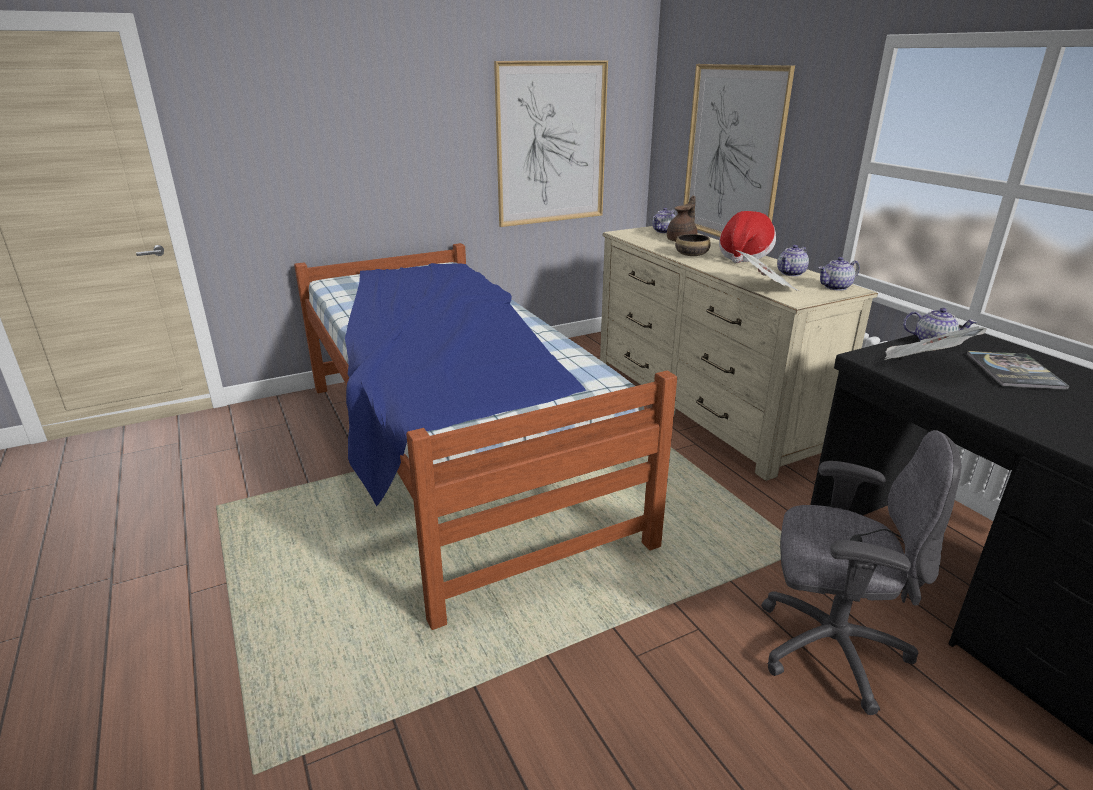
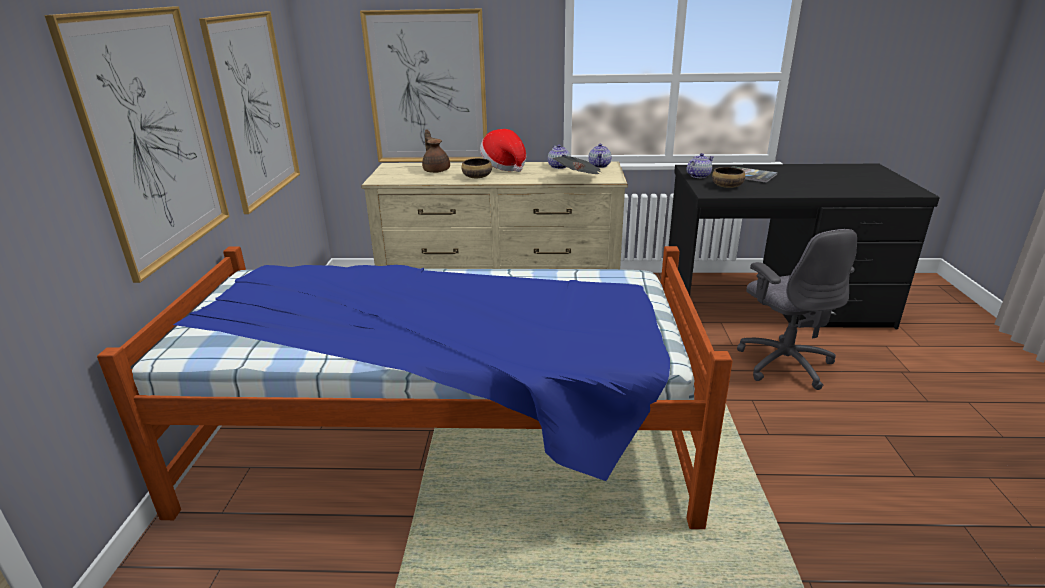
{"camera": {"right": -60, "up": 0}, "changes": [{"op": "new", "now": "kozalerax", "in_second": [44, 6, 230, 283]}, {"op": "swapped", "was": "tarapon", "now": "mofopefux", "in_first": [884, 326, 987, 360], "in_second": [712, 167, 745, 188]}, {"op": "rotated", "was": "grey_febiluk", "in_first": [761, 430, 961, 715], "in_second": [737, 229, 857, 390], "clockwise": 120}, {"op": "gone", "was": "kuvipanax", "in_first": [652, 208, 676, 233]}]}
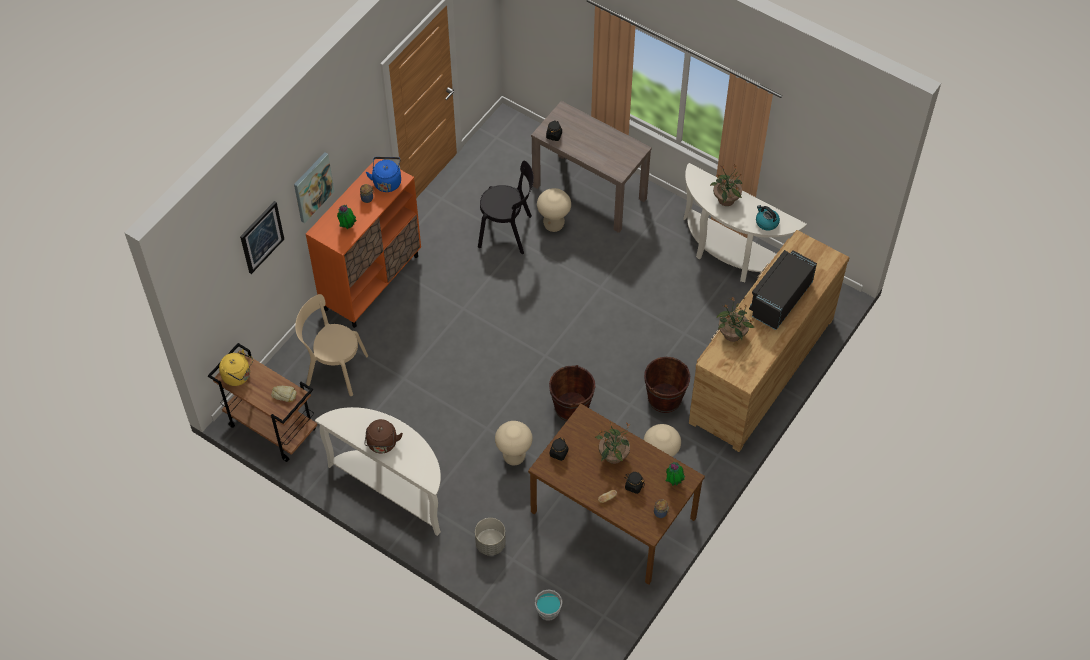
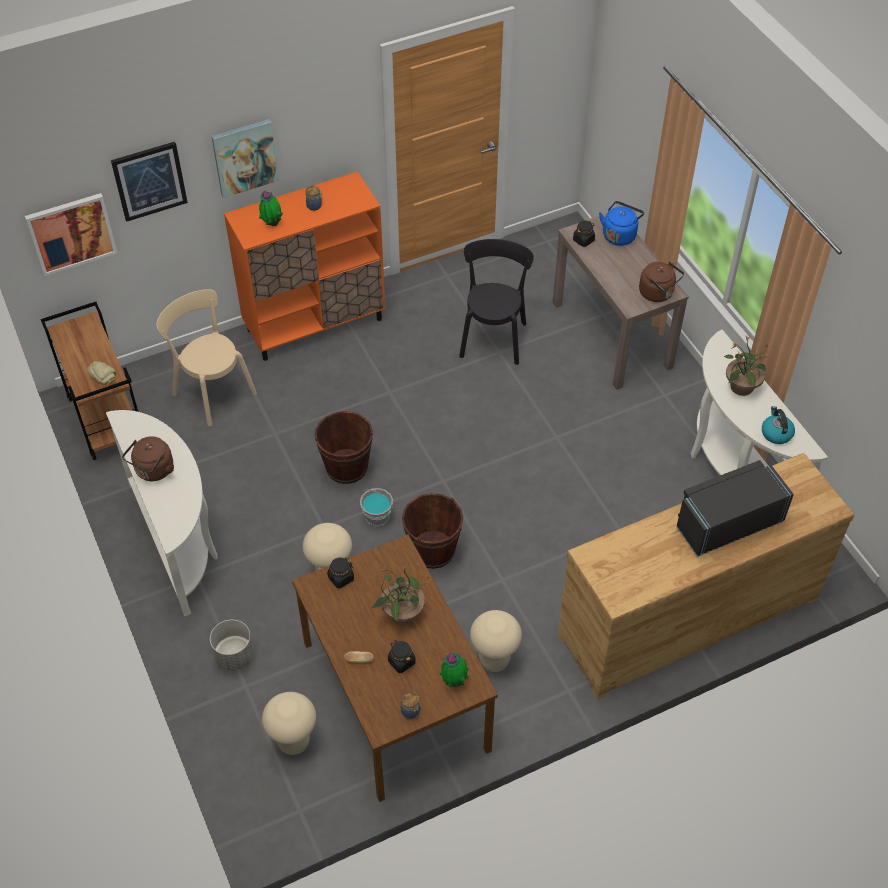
{"camera": {"right": 30, "up": -5}, "changes": [{"op": "new", "now": "kozalerax", "in_second": [25, 193, 117, 276]}, {"op": "shifted", "was": "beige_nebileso", "in_first": [537, 188, 571, 232], "in_second": [262, 692, 316, 755]}, {"op": "shifted", "was": "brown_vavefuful", "in_first": [644, 357, 690, 413], "in_second": [315, 411, 373, 484]}, {"op": "shifted", "was": "grey_vavefuful", "in_first": [534, 590, 563, 621], "in_second": [360, 488, 393, 527]}, {"op": "rotated", "was": "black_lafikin", "in_first": [478, 161, 534, 254], "in_second": [459, 239, 534, 365], "clockwise": -120}, {"op": "shifted", "was": "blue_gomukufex", "in_first": [366, 157, 401, 192], "in_second": [599, 201, 644, 246]}, {"op": "new", "now": "brown_gomukufex", "in_second": [639, 262, 684, 302]}, {"op": "gone", "was": "yellow_gomukufex", "in_first": [219, 349, 253, 386]}, {"op": "gone", "was": "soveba", "in_first": [717, 298, 755, 342]}]}
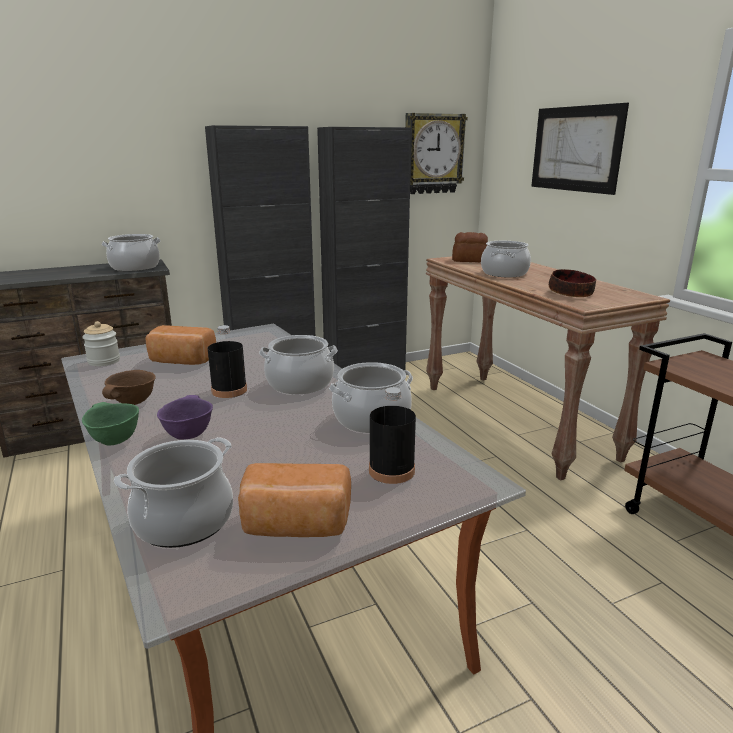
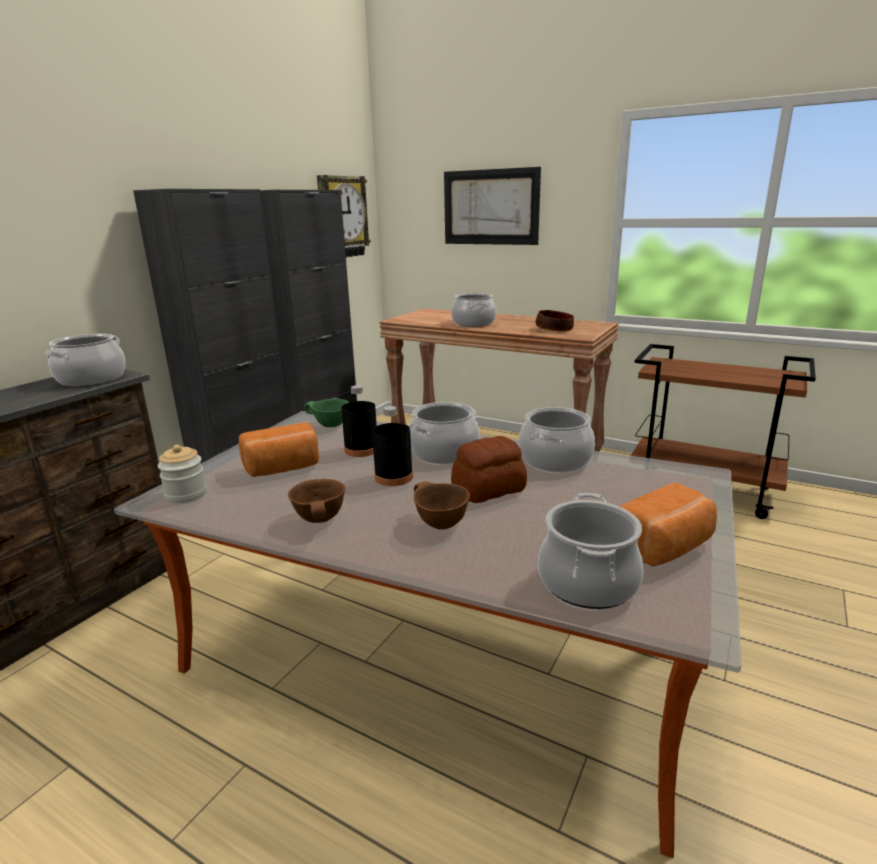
{"camera": {"right": -35, "up": 0}, "changes": [{"op": "shifted", "was": "green_mofopefux", "in_first": [82, 402, 139, 446], "in_second": [304, 399, 349, 427]}, {"op": "shifted", "was": "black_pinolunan", "in_first": [369, 387, 416, 484], "in_second": [341, 385, 377, 457]}, {"op": "repainted", "was": "purple_mofopefux", "now": "brown_mofopefux", "in_first": [157, 395, 213, 440], "in_second": [414, 482, 470, 530]}, {"op": "shifted", "was": "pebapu", "in_first": [452, 232, 488, 262], "in_second": [451, 436, 527, 503]}]}
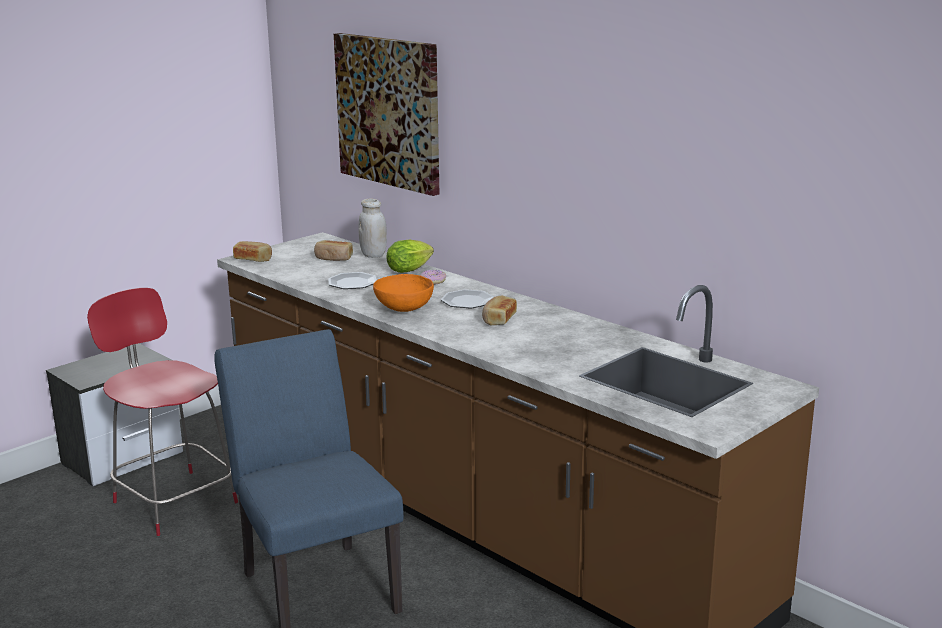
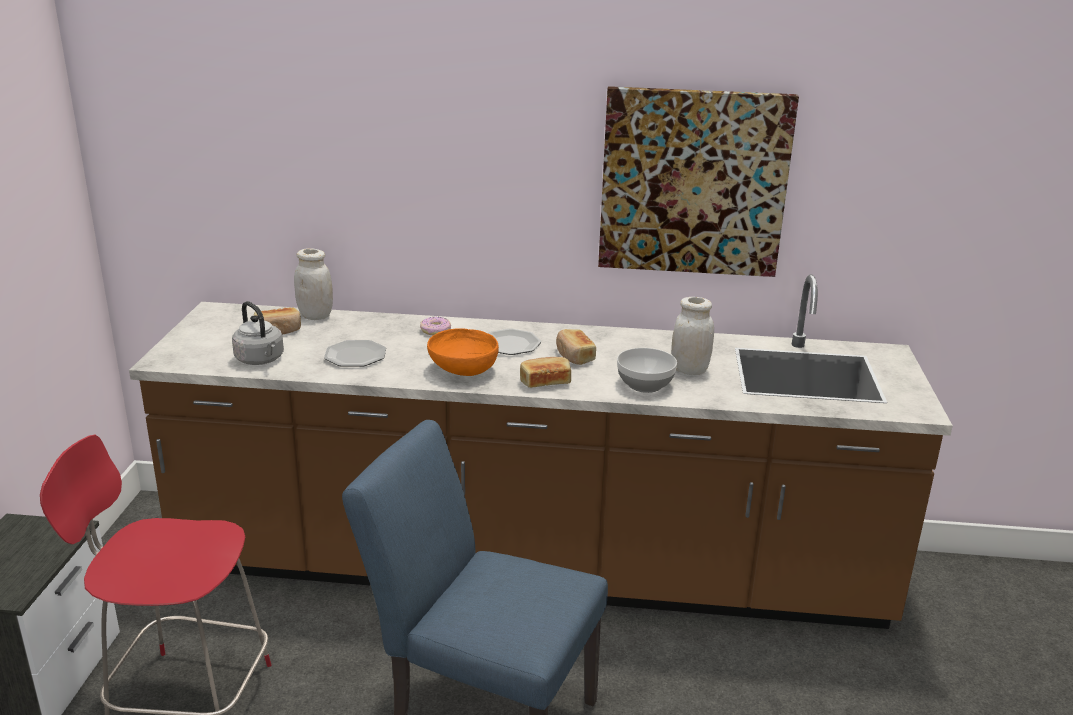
{"camera": {"right": -40, "up": 5}, "changes": [{"op": "new", "now": "grey_gomukufex", "in_second": [232, 301, 284, 365]}, {"op": "shifted", "was": "pebapu", "in_first": [233, 241, 272, 262], "in_second": [520, 357, 571, 388]}, {"op": "shifted", "was": "kozalerax", "in_first": [334, 33, 440, 196], "in_second": [598, 86, 799, 277]}, {"op": "new", "now": "mofopefux", "in_second": [617, 348, 677, 393]}, {"op": "new", "now": "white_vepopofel", "in_second": [671, 297, 714, 375]}, {"op": "gone", "was": "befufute", "in_first": [386, 240, 434, 273]}]}
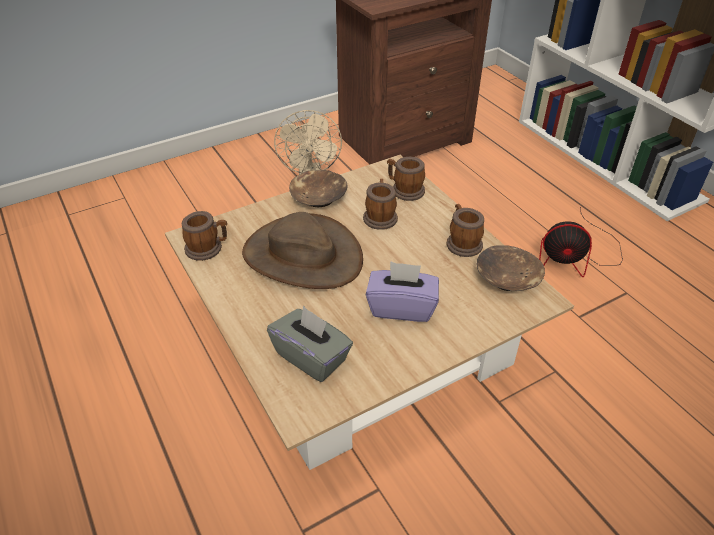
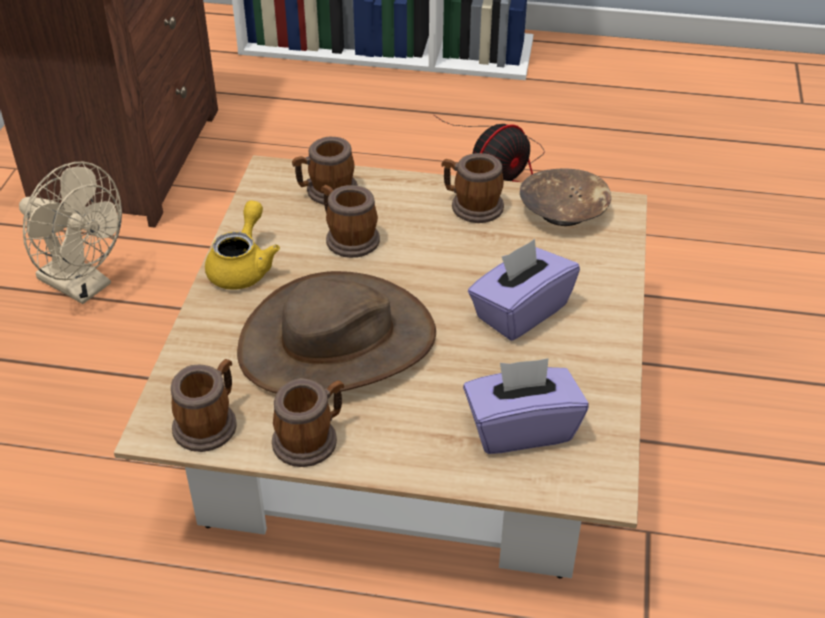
{"camera": {"right": -50, "up": 0}, "changes": [{"op": "swapped", "was": "brown_mofopefux", "now": "yellow_kuvipanax", "in_first": [289, 170, 348, 207], "in_second": [205, 200, 280, 290]}, {"op": "new", "now": "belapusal", "in_second": [272, 378, 344, 467]}, {"op": "repainted", "was": "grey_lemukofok", "now": "purple_lemukofok", "in_first": [267, 306, 353, 382], "in_second": [463, 358, 588, 454]}]}
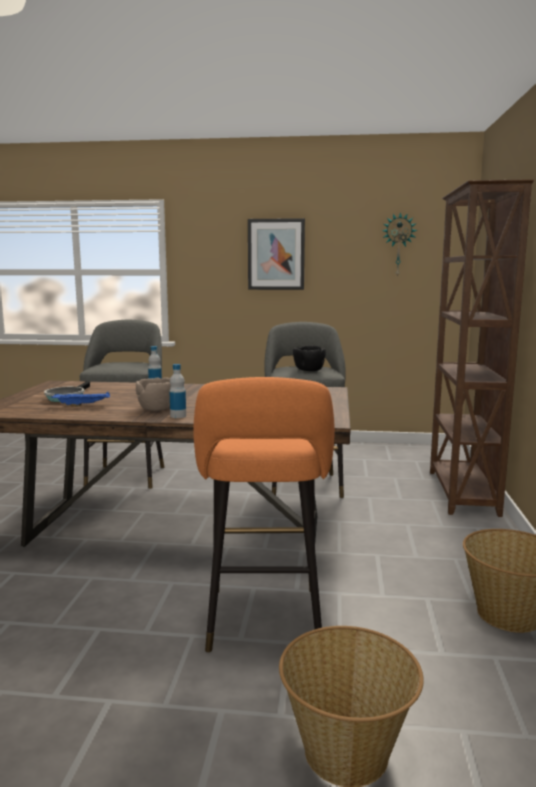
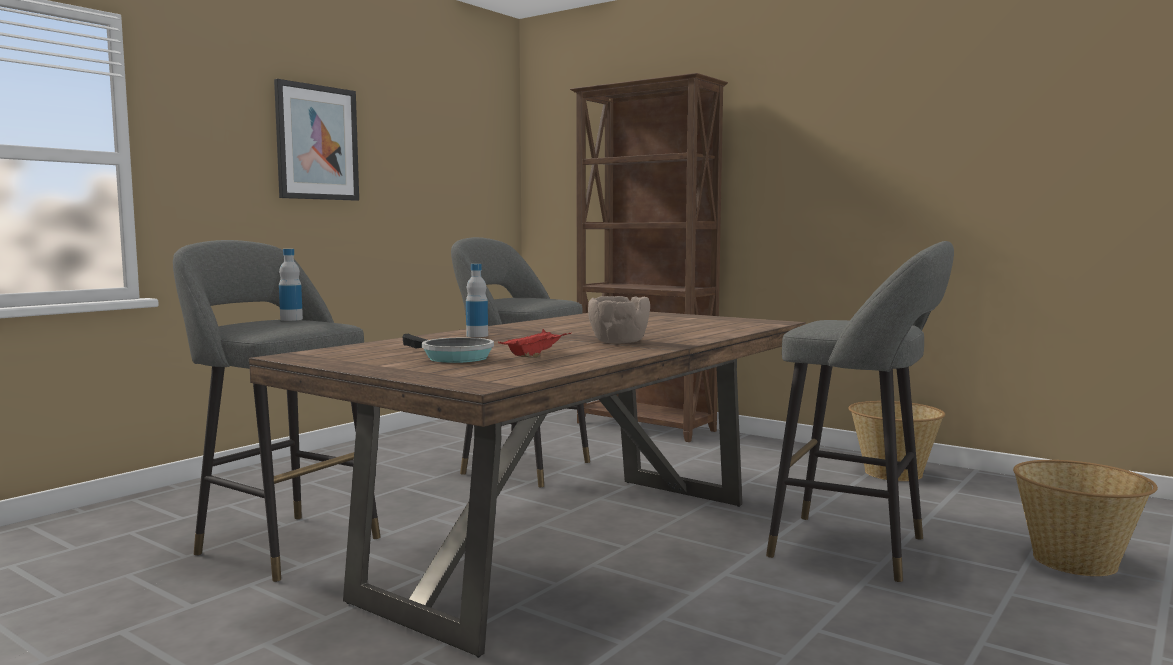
{"camera": {"right": -60, "up": -5}, "changes": [{"op": "shifted", "was": "pinolunan", "in_first": [169, 364, 186, 418], "in_second": [279, 249, 303, 321]}, {"op": "repainted", "was": "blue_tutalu", "now": "red_tutalu", "in_first": [51, 392, 110, 407], "in_second": [498, 329, 571, 358]}, {"op": "repainted", "was": "orange_nebileso", "now": "grey_nebileso", "in_first": [193, 377, 335, 652], "in_second": [766, 241, 954, 582]}, {"op": "gone", "was": "black_mofopefux", "in_first": [293, 345, 326, 371]}, {"op": "gone", "was": "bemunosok", "in_first": [382, 212, 418, 278]}]}
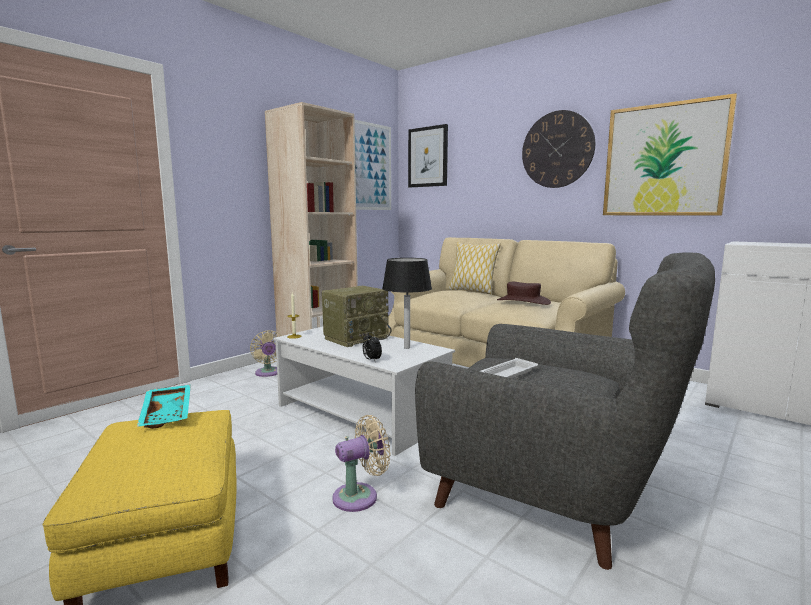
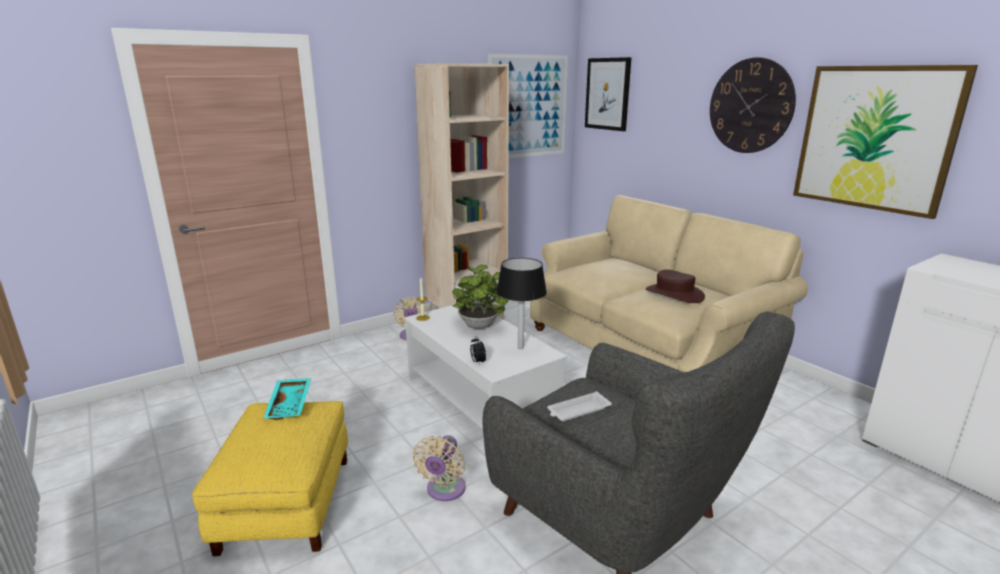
{"camera": {"right": 15, "up": 10}, "changes": [{"op": "rotated", "was": "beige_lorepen", "in_first": [332, 415, 391, 512], "in_second": [412, 435, 466, 501], "clockwise": 120}, {"op": "swapped", "was": "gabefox", "now": "soveba", "in_first": [322, 286, 392, 347], "in_second": [452, 265, 509, 329]}, {"op": "gone", "was": "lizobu", "in_first": [448, 242, 501, 294]}]}
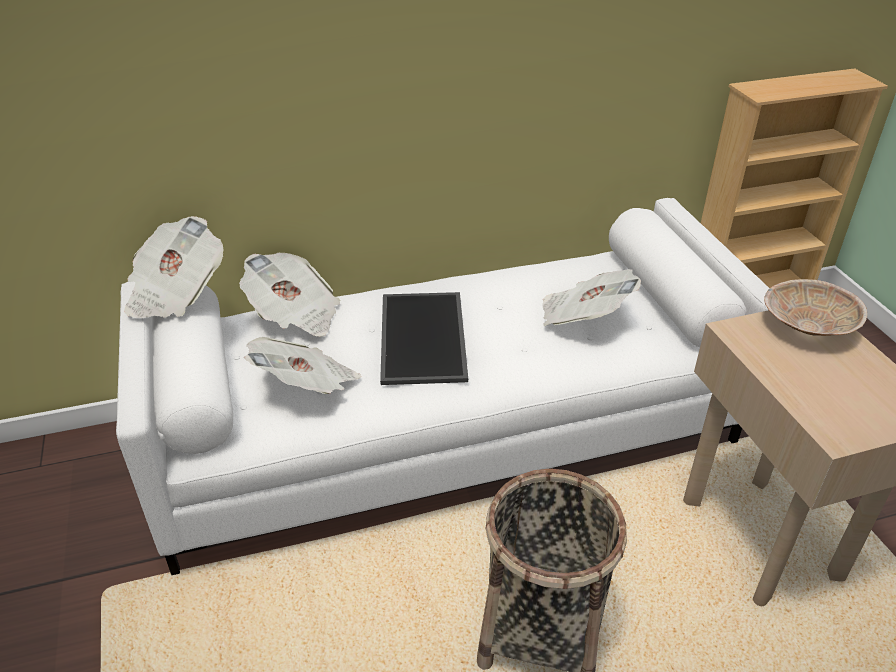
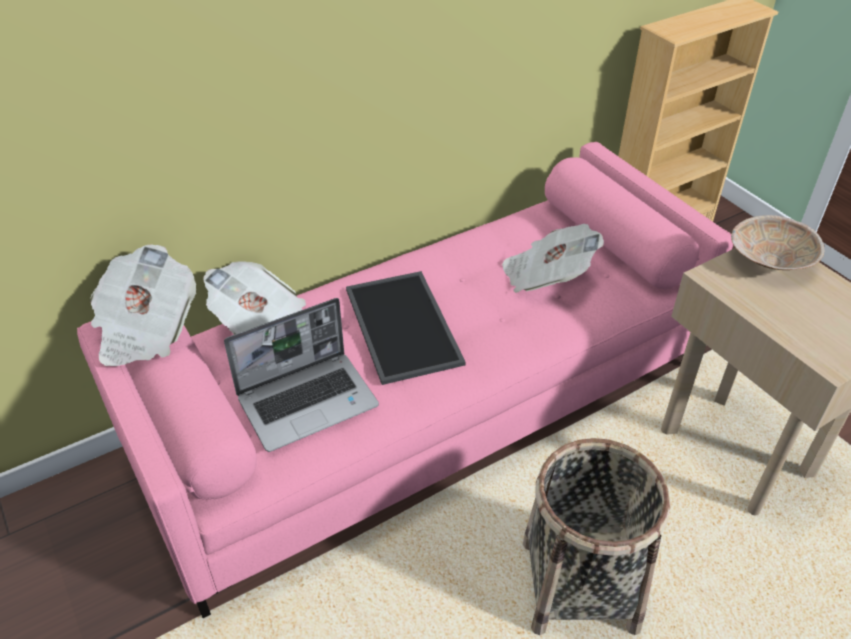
{"camera": {"right": -15, "up": 5}, "changes": [{"op": "repainted", "was": "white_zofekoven", "now": "pink_zofekoven", "in_first": [116, 198, 769, 575], "in_second": [77, 142, 733, 618]}, {"op": "swapped", "was": "tarapon", "now": "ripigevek", "in_first": [244, 337, 361, 394], "in_second": [224, 298, 379, 452]}]}
